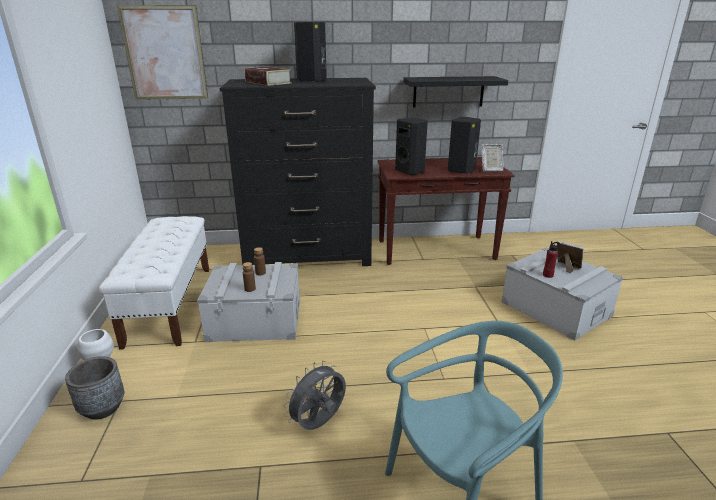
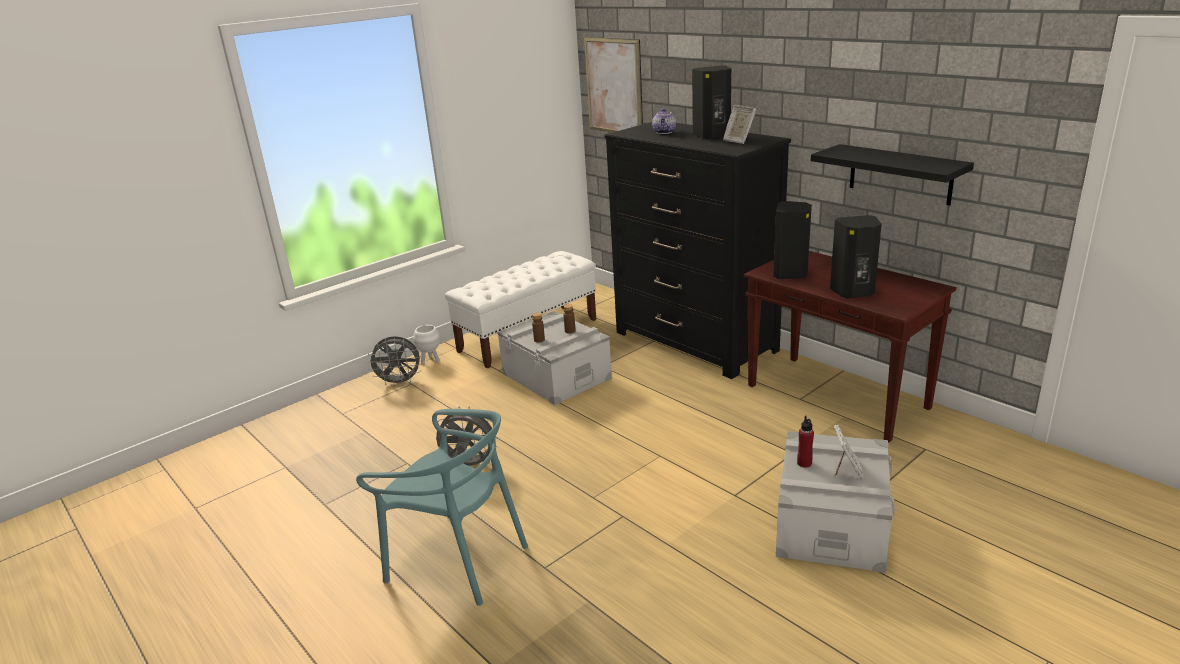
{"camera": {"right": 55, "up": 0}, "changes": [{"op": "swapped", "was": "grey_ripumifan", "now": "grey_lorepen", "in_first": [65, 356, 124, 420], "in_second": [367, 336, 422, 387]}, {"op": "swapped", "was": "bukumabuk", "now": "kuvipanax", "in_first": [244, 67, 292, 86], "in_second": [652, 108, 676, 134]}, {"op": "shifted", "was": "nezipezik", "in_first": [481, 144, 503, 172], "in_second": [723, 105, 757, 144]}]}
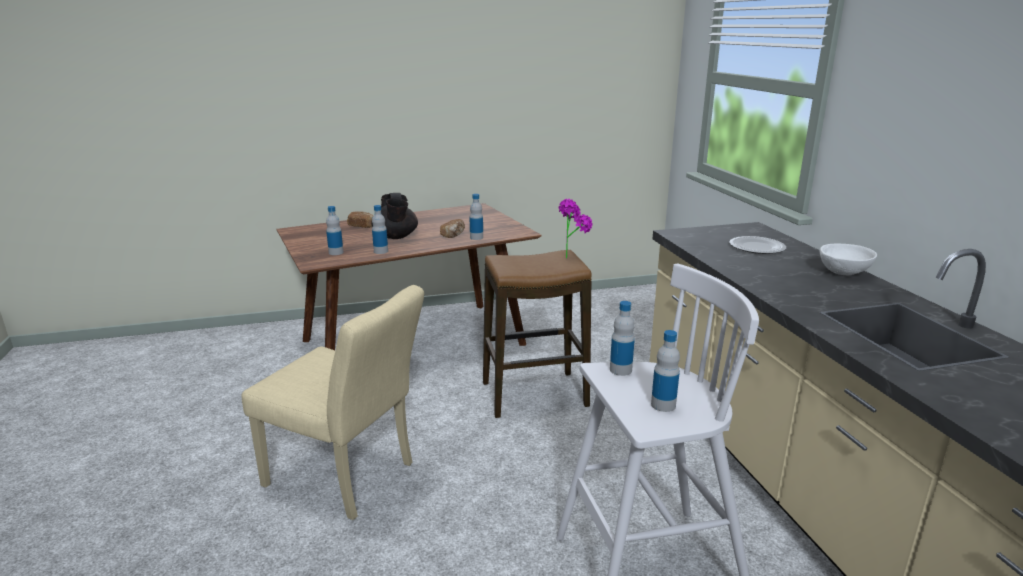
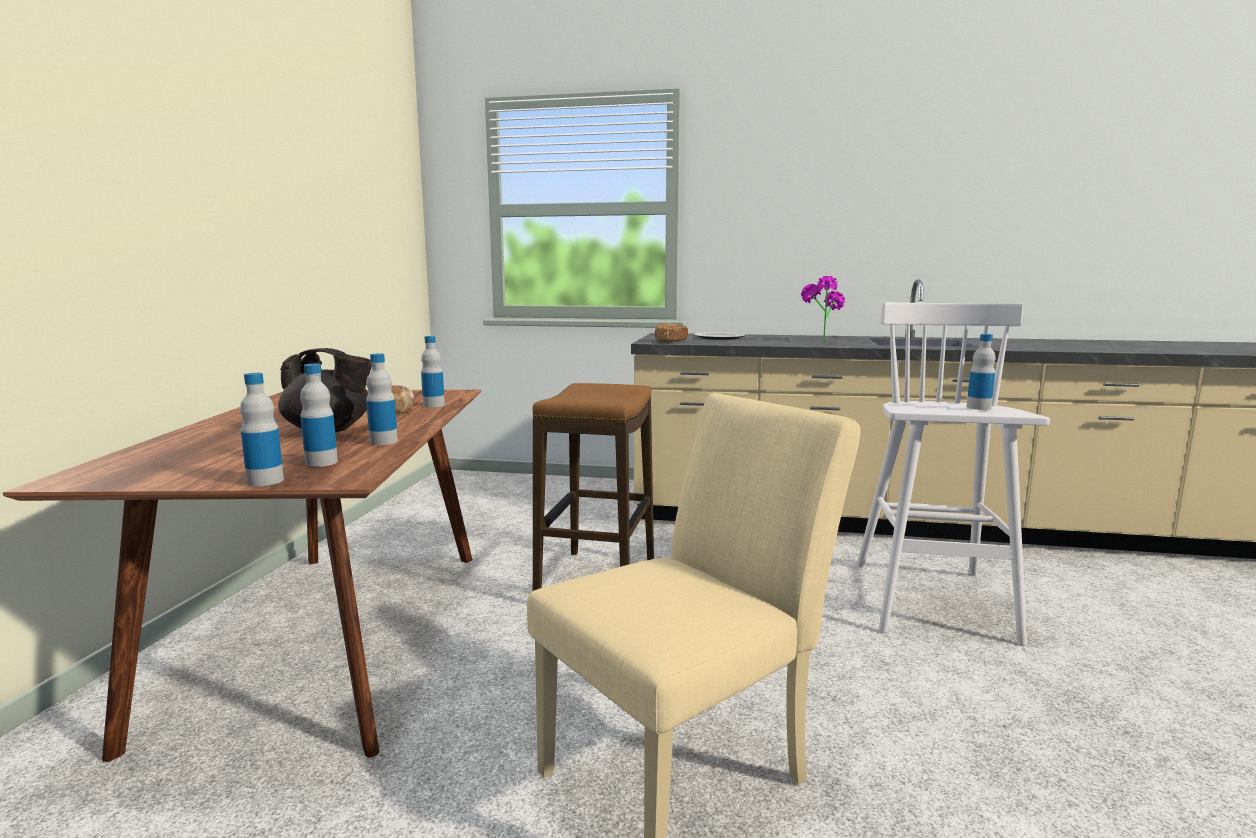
{"camera": {"right": -65, "up": -10}, "changes": [{"op": "shifted", "was": "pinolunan", "in_first": [610, 301, 635, 376], "in_second": [240, 373, 284, 486]}, {"op": "shifted", "was": "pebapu", "in_first": [347, 211, 373, 228], "in_second": [655, 323, 688, 342]}, {"op": "shifted", "was": "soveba", "in_first": [559, 199, 593, 259], "in_second": [801, 276, 845, 342]}, {"op": "gone", "was": "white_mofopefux", "in_first": [820, 244, 877, 275]}]}
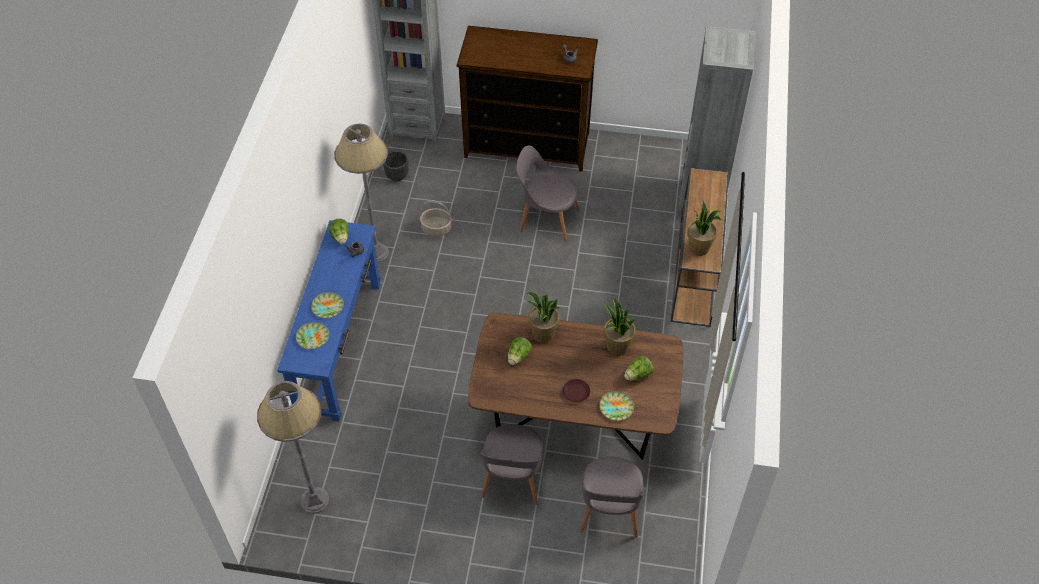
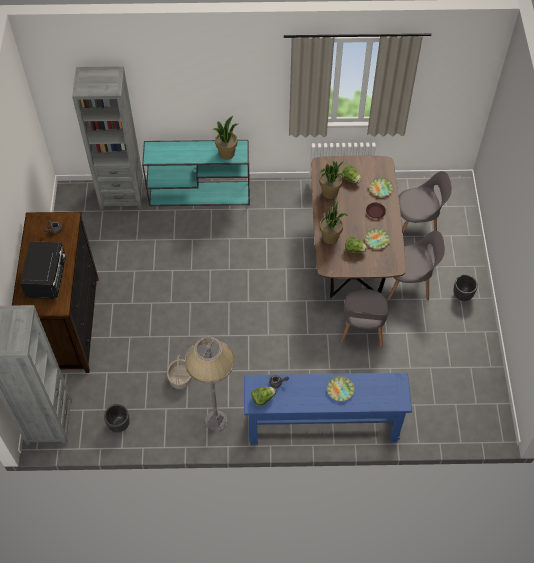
{"camera": {"right": -100, "up": 5}, "changes": [{"op": "new", "now": "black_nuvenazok", "in_second": [20, 241, 66, 299]}, {"op": "repainted", "was": "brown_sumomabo", "now": "turquoise_sumomabo", "in_first": [670, 167, 729, 327], "in_second": [142, 140, 250, 206]}, {"op": "shifted", "was": "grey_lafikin", "in_first": [516, 146, 579, 242], "in_second": [340, 289, 389, 348]}, {"op": "shifted", "was": "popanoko", "in_first": [296, 322, 329, 349], "in_second": [365, 228, 390, 249]}, {"op": "new", "now": "black_ripumifan", "in_second": [453, 275, 478, 301]}, {"op": "gone", "was": "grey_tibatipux", "in_first": [257, 381, 329, 514]}]}
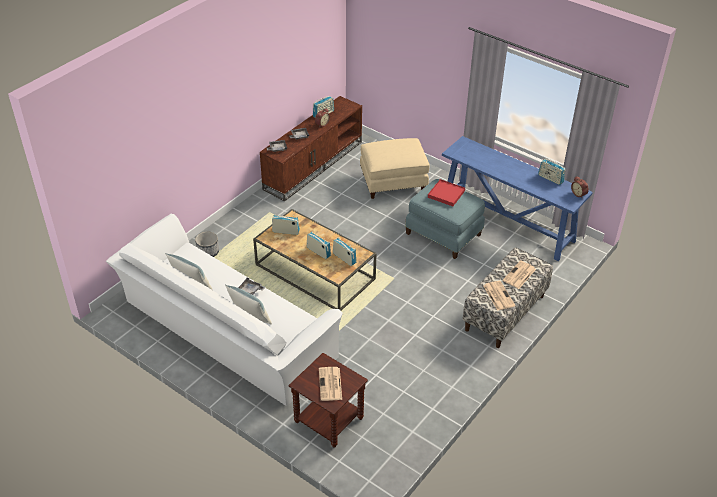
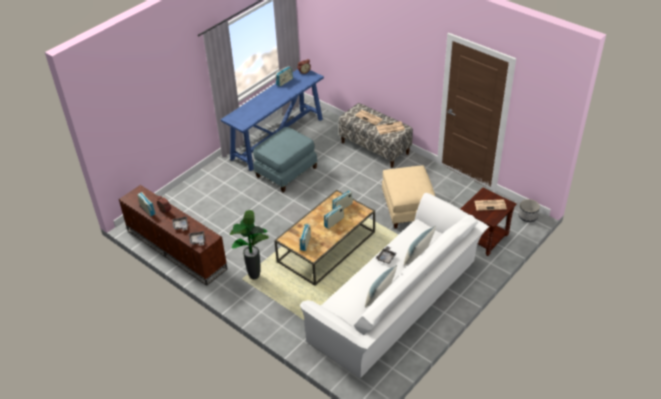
{"camera": {"right": -85, "up": 0}, "changes": [{"op": "new", "now": "soveba", "in_second": [230, 210, 269, 279]}, {"op": "shifted", "was": "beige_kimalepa", "in_first": [360, 138, 429, 199], "in_second": [382, 165, 435, 229]}, {"op": "shifted", "was": "ripumifan", "in_first": [195, 232, 219, 257], "in_second": [519, 199, 540, 222]}, {"op": "gone", "was": "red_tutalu", "in_first": [428, 179, 465, 206]}]}
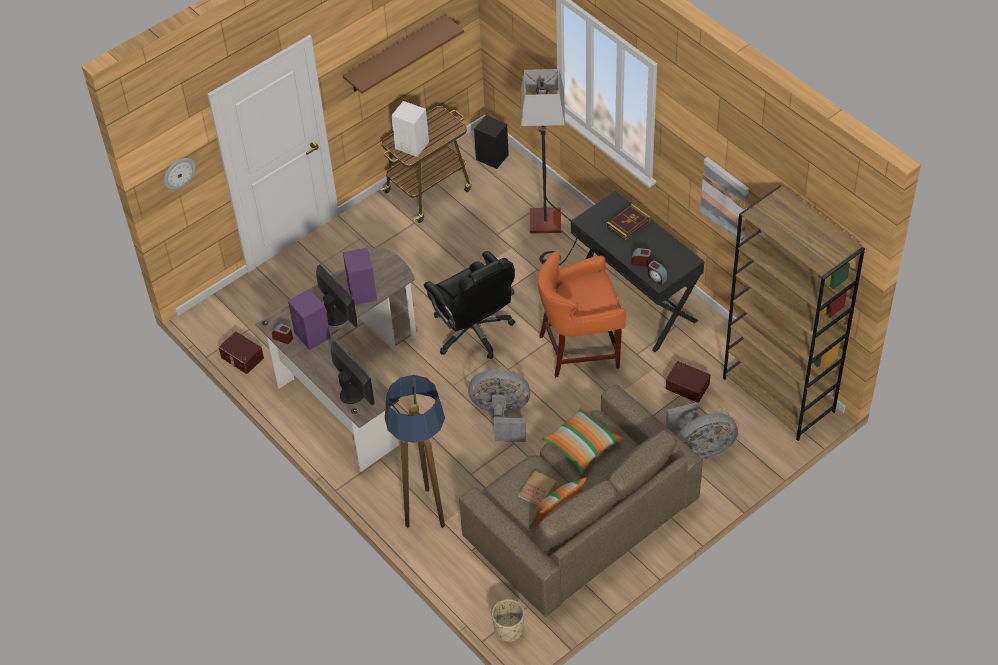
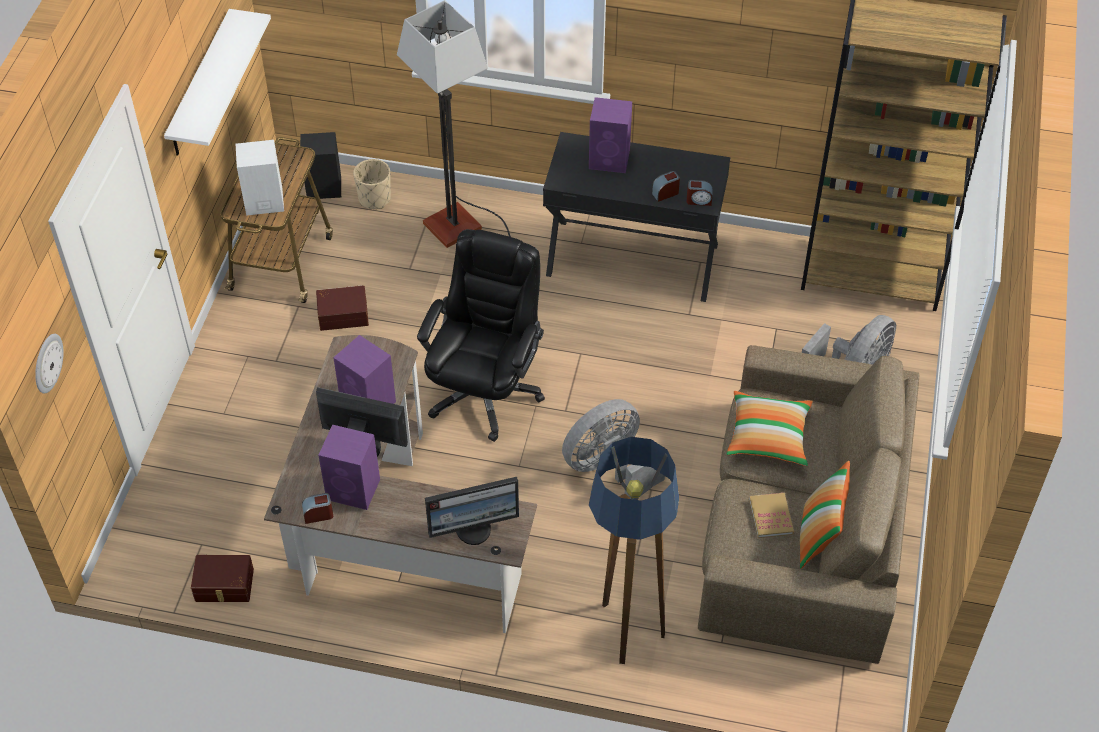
{"camera": {"right": -40, "up": 0}, "changes": [{"op": "repainted", "was": "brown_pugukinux", "now": "white_pugukinux", "in_first": [343, 15, 464, 94], "in_second": [164, 9, 271, 156]}, {"op": "shifted", "was": "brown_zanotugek", "in_first": [666, 361, 710, 403], "in_second": [316, 285, 369, 331]}, {"op": "shifted", "was": "beige_ripumifan", "in_first": [492, 599, 524, 642], "in_second": [353, 159, 391, 209]}, {"op": "rotated", "was": "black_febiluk", "in_first": [424, 251, 515, 359], "in_second": [417, 229, 545, 442], "clockwise": -90}, {"op": "rotated", "was": "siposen", "in_first": [331, 341, 375, 405], "in_second": [425, 477, 519, 545], "clockwise": 150}, {"op": "swapped", "was": "bukumabuk", "now": "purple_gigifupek", "in_first": [607, 204, 651, 240], "in_second": [589, 97, 632, 173]}, {"op": "gone", "was": "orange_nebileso", "in_first": [538, 252, 626, 378]}, {"op": "gone", "was": "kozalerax", "in_first": [700, 157, 749, 243]}]}
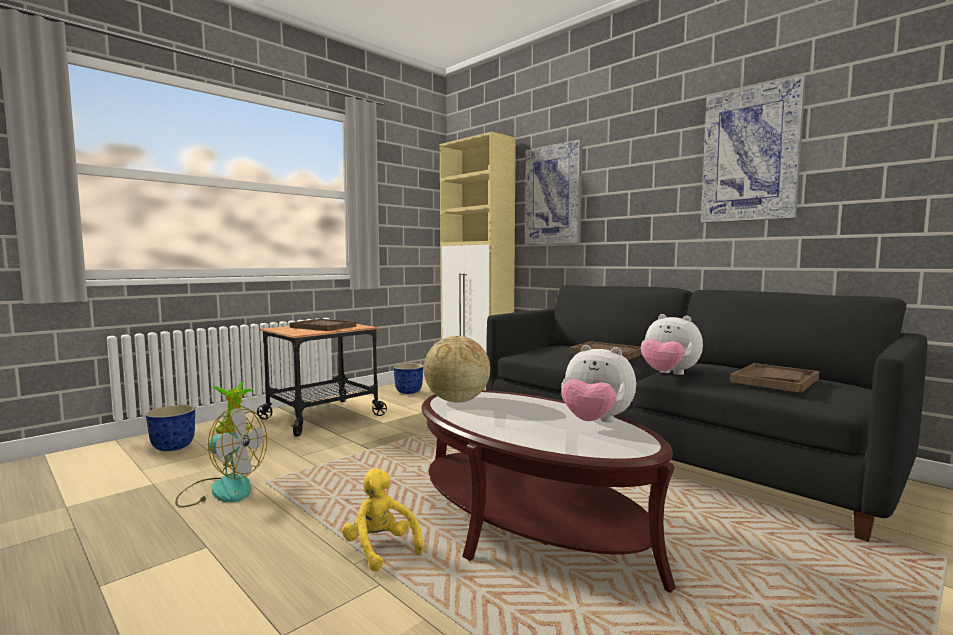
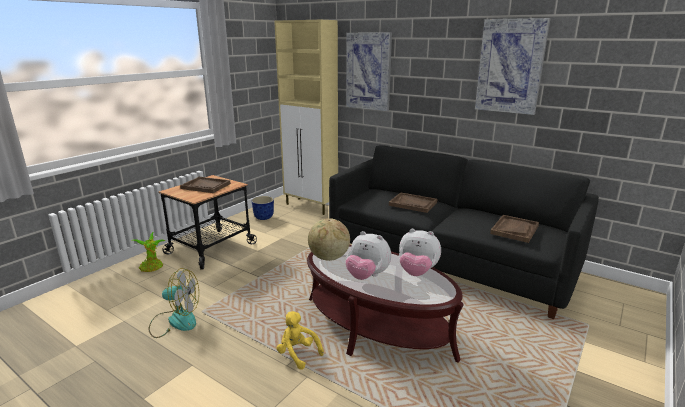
{"camera": {"right": -10, "up": 15}, "changes": [{"op": "shifted", "was": "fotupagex", "in_first": [641, 314, 703, 375], "in_second": [345, 231, 391, 280]}, {"op": "gone", "was": "ripumifan", "in_first": [146, 405, 195, 451]}]}
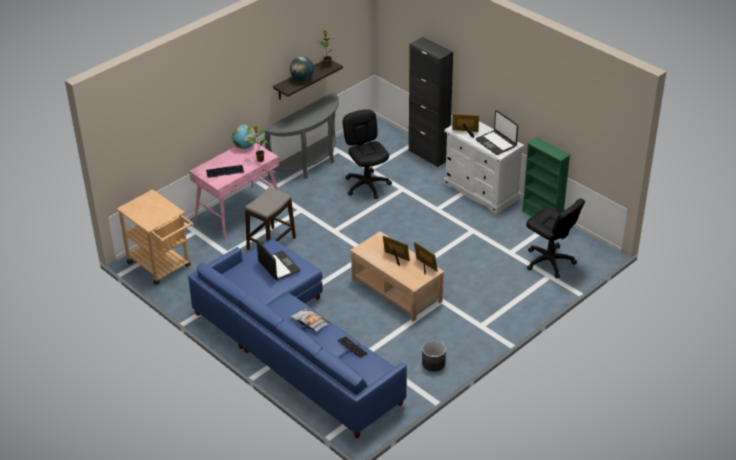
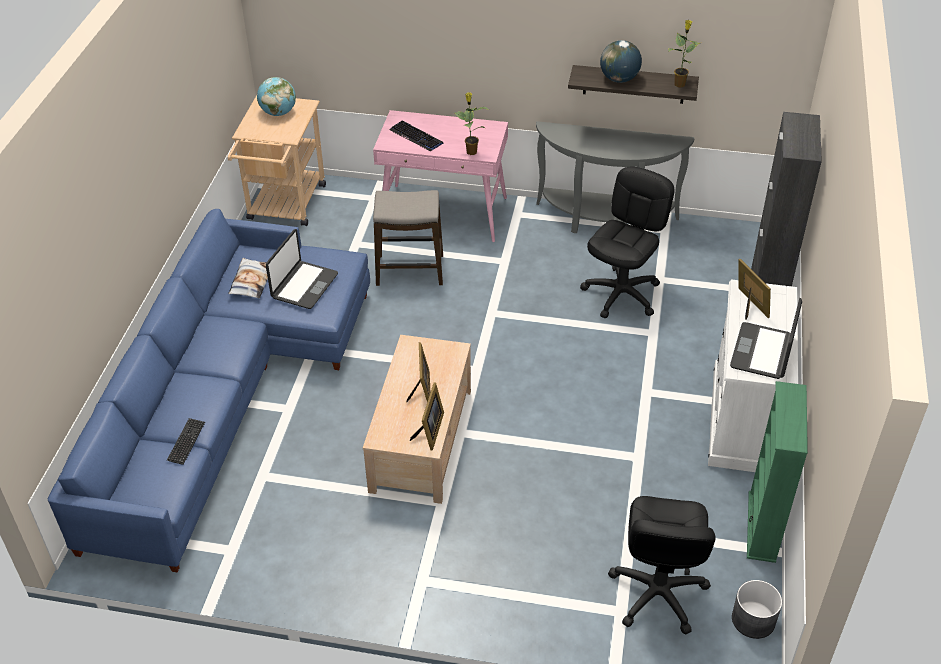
{"camera": {"right": 55, "up": 5}, "changes": [{"op": "shifted", "was": "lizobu", "in_first": [290, 308, 330, 333], "in_second": [228, 258, 268, 299]}, {"op": "shifted", "was": "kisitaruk", "in_first": [232, 124, 256, 149], "in_second": [257, 77, 296, 116]}, {"op": "shifted", "was": "grey_ripumifan", "in_first": [422, 341, 446, 372], "in_second": [732, 580, 782, 639]}]}
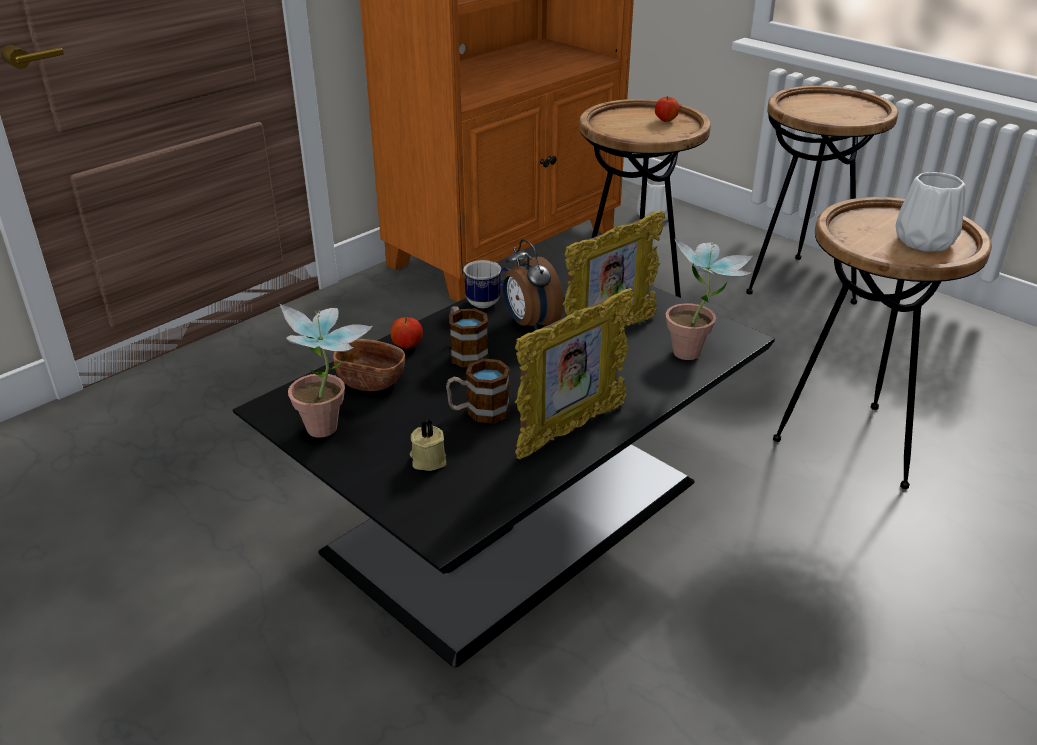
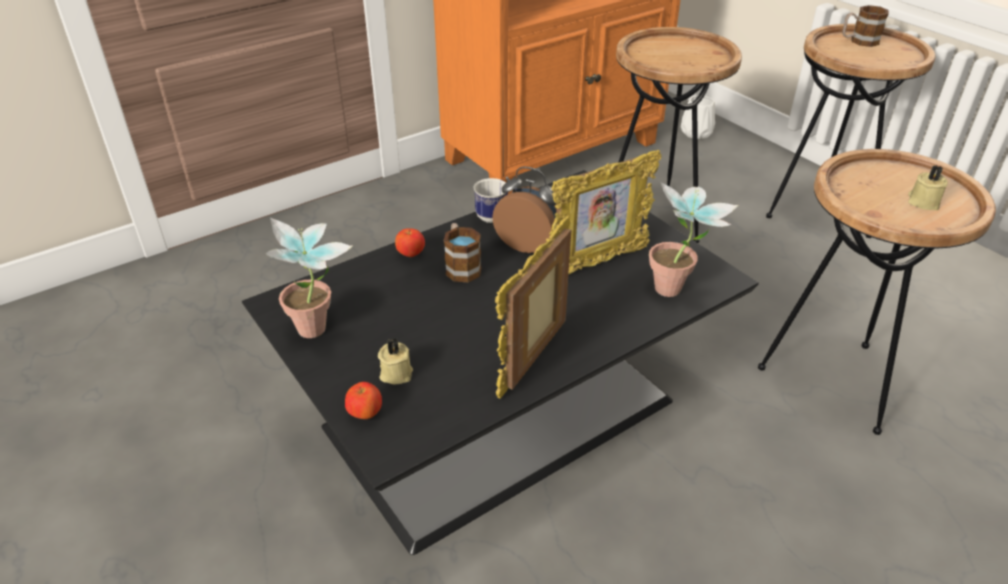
{"camera": {"right": 10, "up": 5}, "changes": [{"op": "shifted", "was": "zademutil", "in_first": [655, 96, 679, 122], "in_second": [345, 382, 382, 419]}, {"op": "rotated", "was": "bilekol", "in_first": [503, 239, 564, 330], "in_second": [492, 166, 557, 253], "clockwise": 135}, {"op": "rotated", "was": "nezipezik", "in_first": [514, 288, 634, 459], "in_second": [495, 216, 571, 399], "clockwise": 150}, {"op": "shifted", "was": "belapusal", "in_first": [446, 359, 510, 424], "in_second": [842, 5, 889, 47]}, {"op": "swapped", "was": "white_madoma", "now": "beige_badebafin", "in_first": [896, 172, 966, 252], "in_second": [908, 165, 948, 210]}, {"op": "gone", "was": "brown_mofopefux", "in_first": [333, 339, 405, 391]}]}
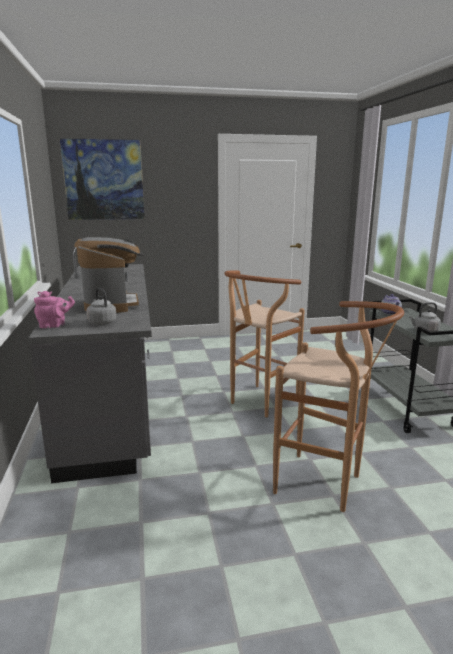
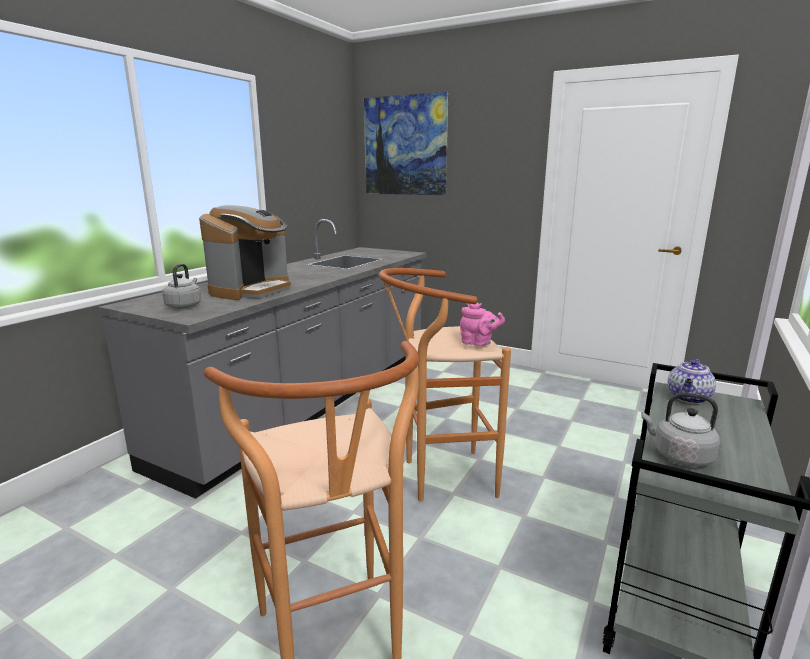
{"camera": {"right": 40, "up": 0}, "changes": [{"op": "shifted", "was": "pink_kuvipanax", "in_first": [34, 291, 75, 328], "in_second": [460, 302, 505, 346]}]}
